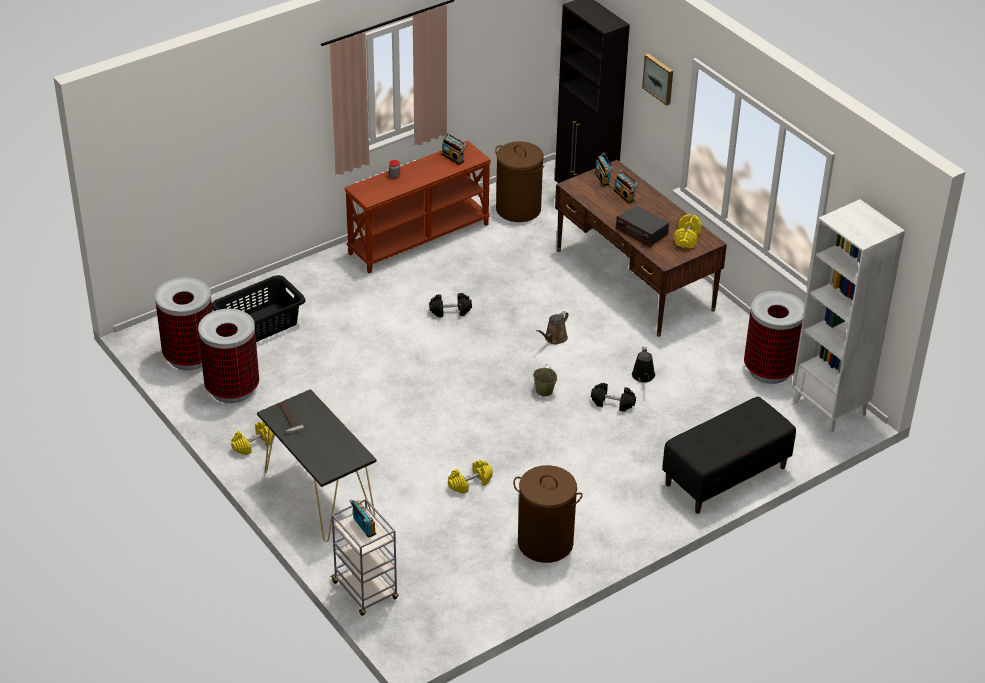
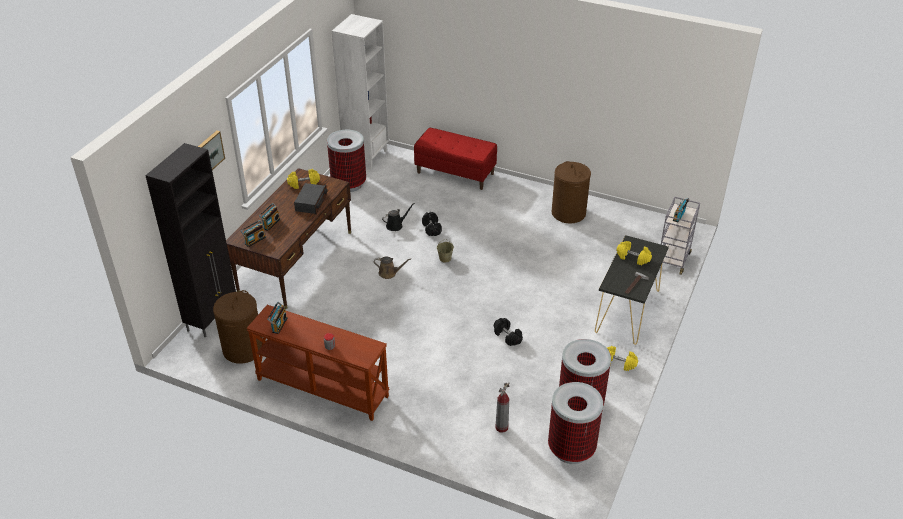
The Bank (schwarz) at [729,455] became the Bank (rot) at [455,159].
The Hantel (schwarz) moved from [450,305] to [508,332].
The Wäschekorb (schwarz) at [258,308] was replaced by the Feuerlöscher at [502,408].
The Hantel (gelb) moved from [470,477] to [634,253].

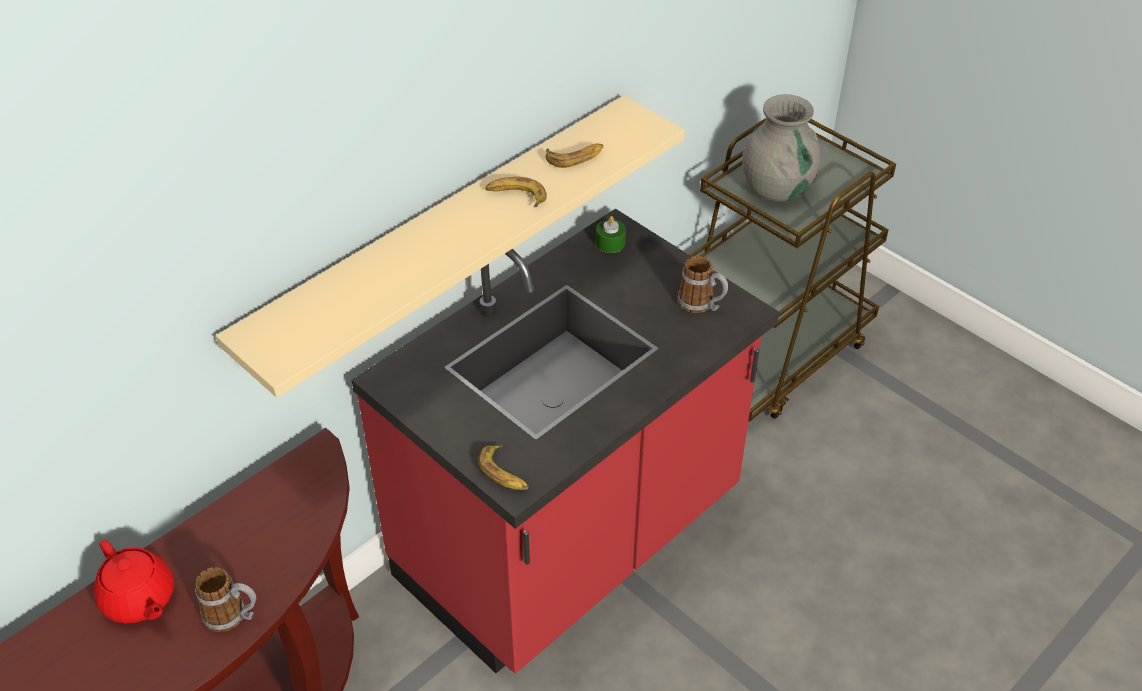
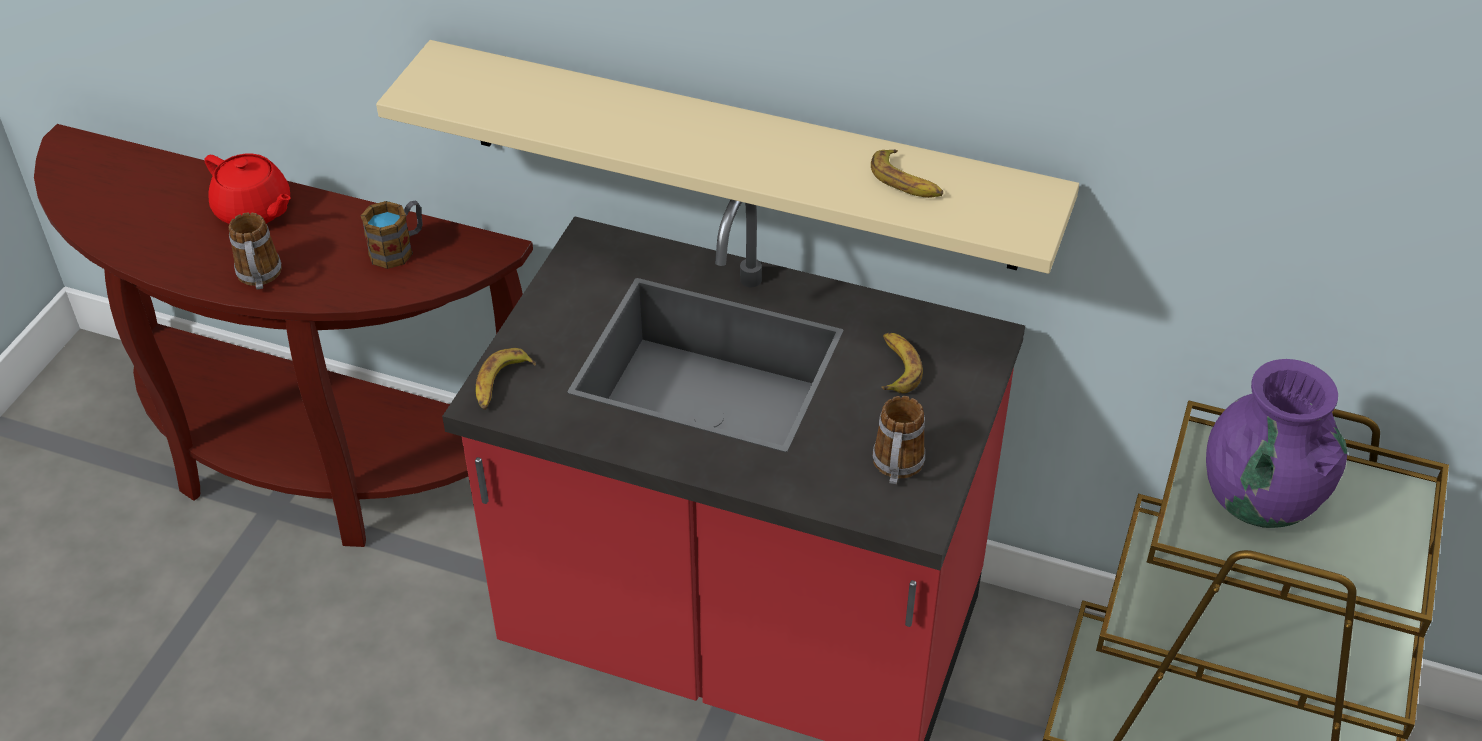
The Teekanne (rot) at [134,581] turned 75 degrees counterclockwise.
The Henkelbecher at [392,235] appeared.
The Banane moved from [516,192] to [902,363].
The Vase (grau) at [781,147] became the Vase (lila) at [1276,443].
The Kerze (grün) at [611,234] disappeared.

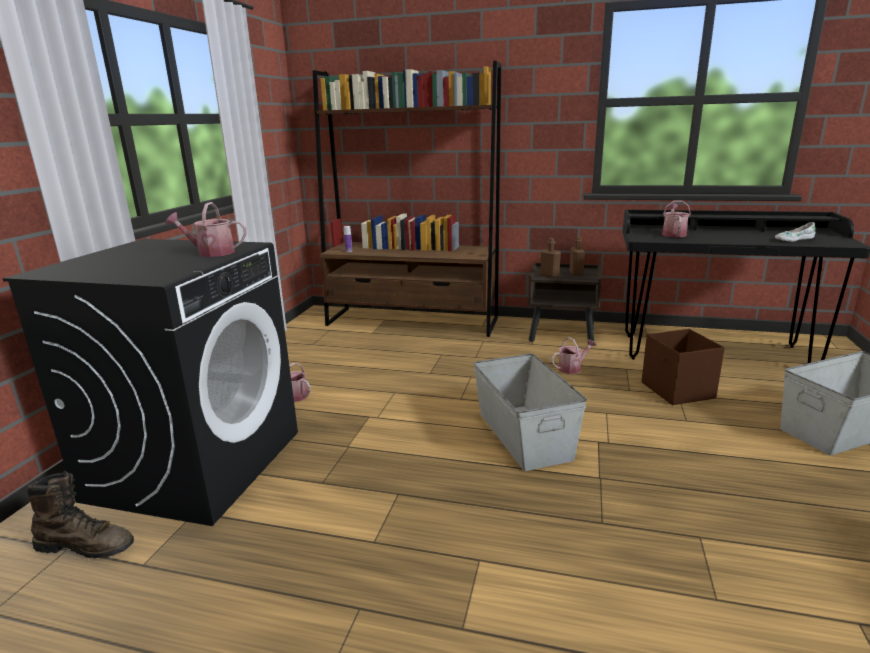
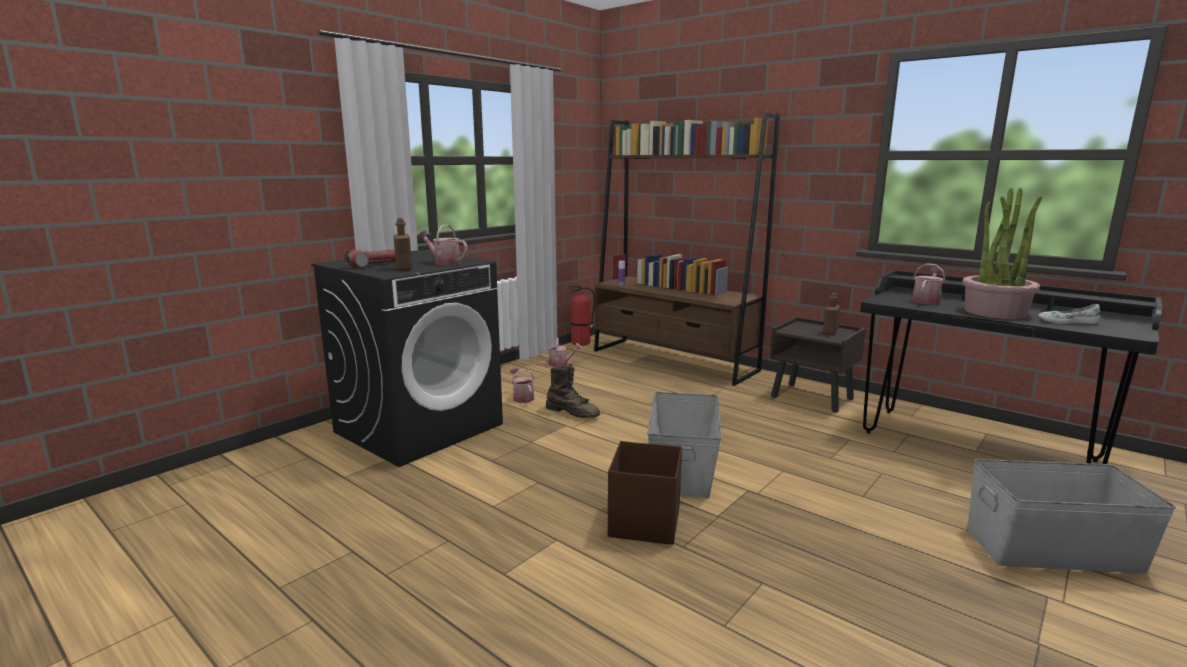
The Taschenlampe at [369,258] appeared.
The Flasche (braun) moved from [550,258] to [402,244].
The Gießkanne moved from [573,355] to [561,352].
The Stiefel (braun) moved from [80,515] to [573,391].
The Feuerlöscher at [581,315] appeared.
The Aufbewahrungsbox (braun) moved from [683,367] to [645,493].
The Topfpflanze at [1002,253] appeared.

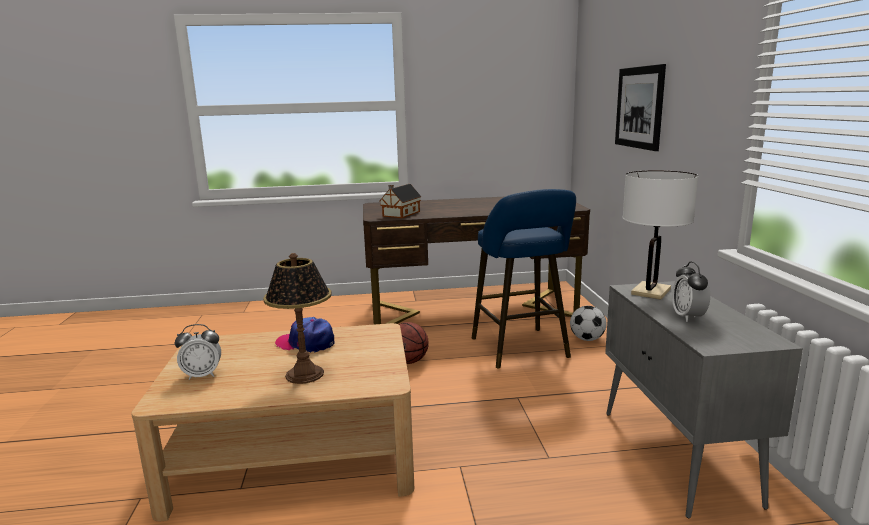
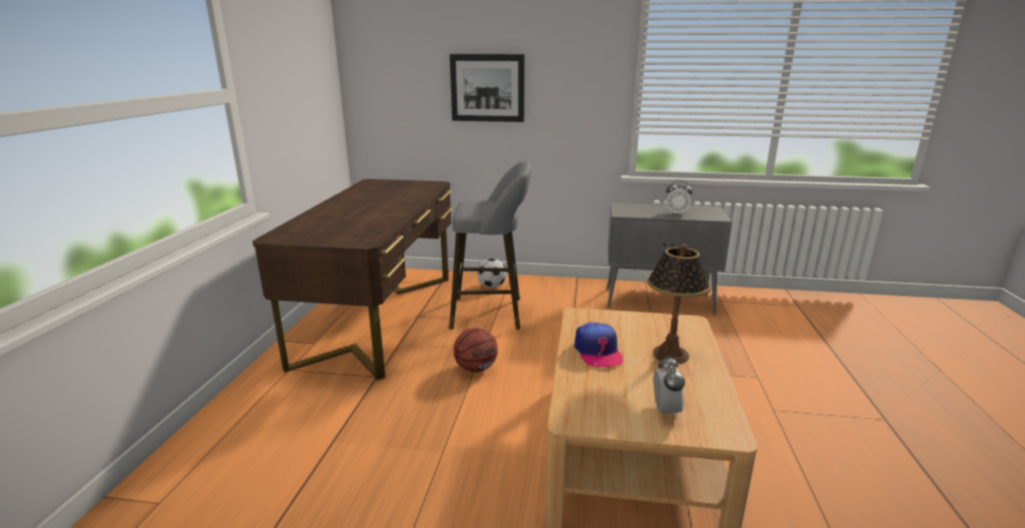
The Hocker (blau) at [524,278] became the Hocker (grau) at [490,245].
The Kappe at [304,335] turned 45 degrees counterclockwise.
The Spielzeughaus at [401,201] disappeared.
The Tischlampe (weiß) at [660,235] disappeared.

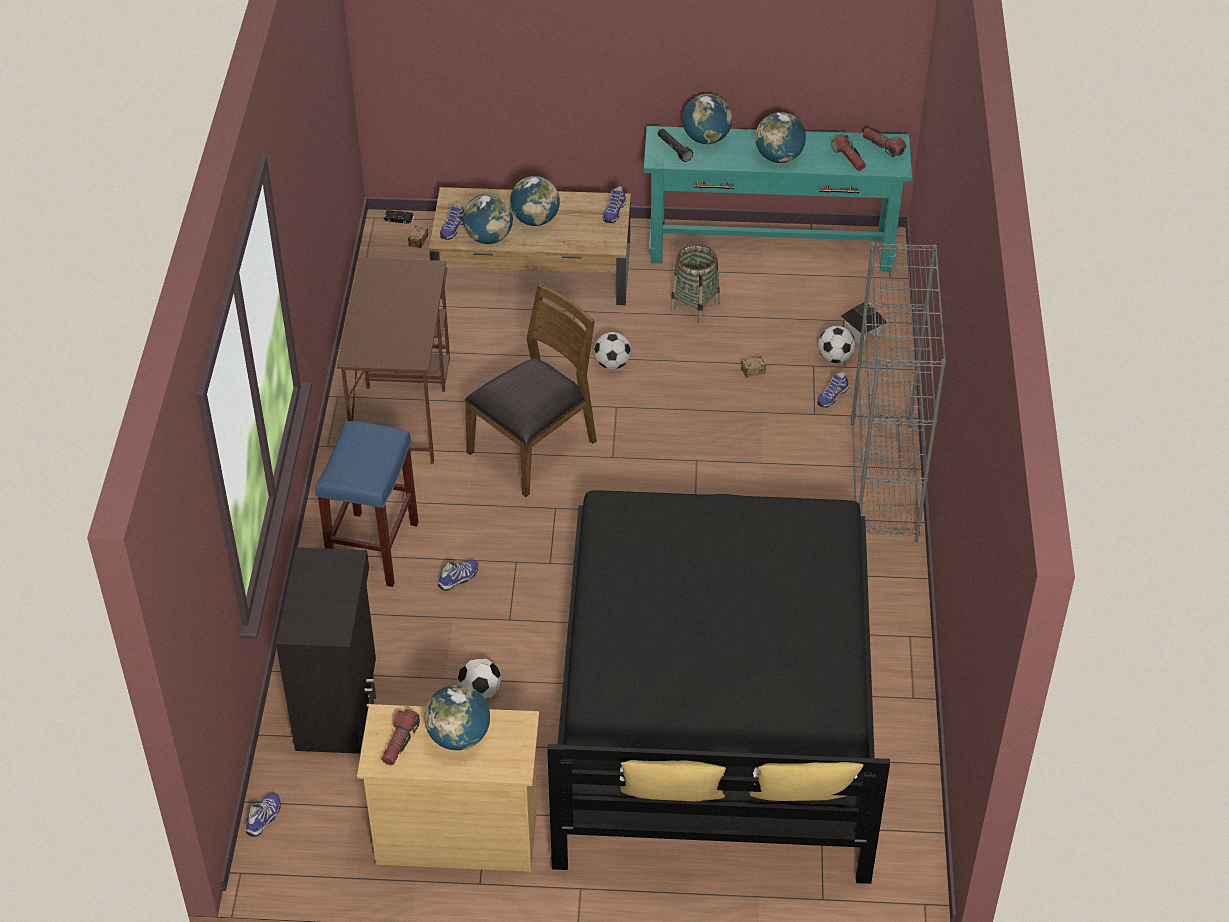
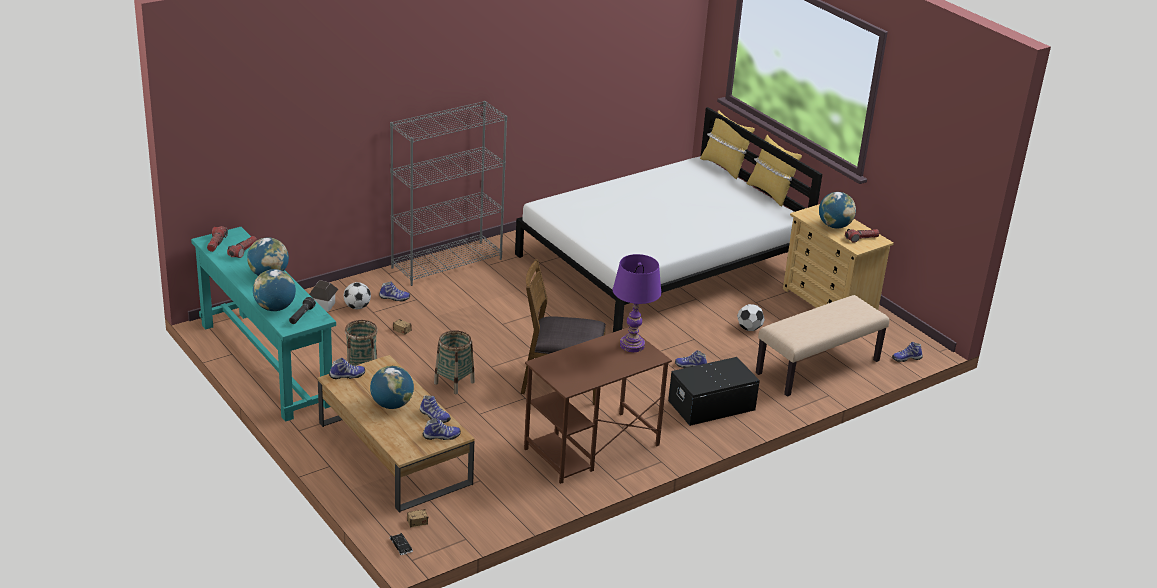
The Globus at [488,219] was replaced by the Schuh at [435,409].
The Fußball at [612,350] was replaced by the Korb at [454,362].
The Bett (schwarz) at [718,687] became the Bett (weiß) at [668,219].
The Tischlampe (lila) at [637,303] appeared.
The Hocker (blau) at [367,504] was replaced by the Aufbewahrungsbox (schwarz) at [714,391].
The Schrank (schwarz) at [326,650] was replaced by the Bank (beige) at [822,346].

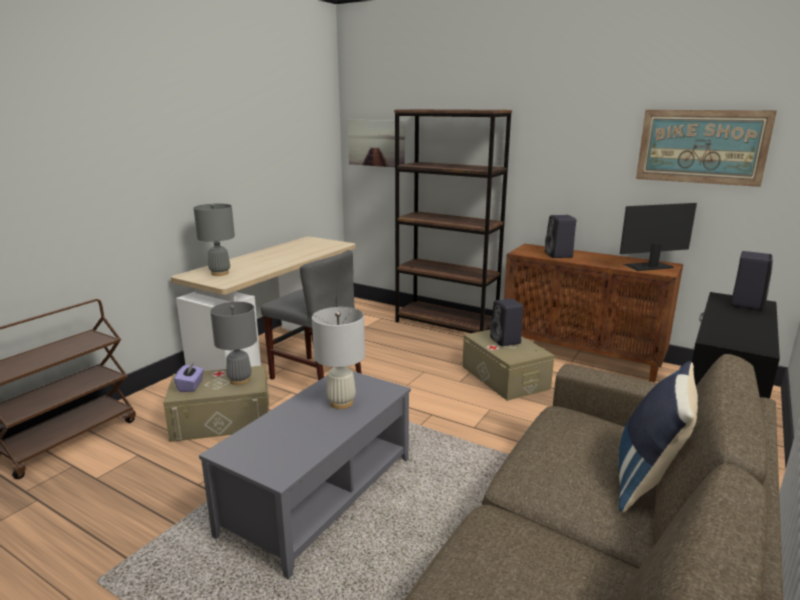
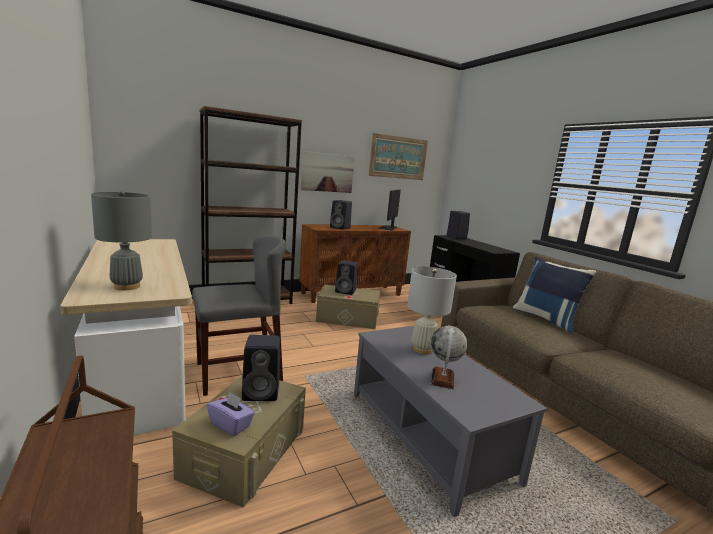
The Tischlampe (grau) at [233,343] was replaced by the Lautsprecher (schwarz) at [261,368].
The Bild moved from [376,143] to [327,172].
The Globus at [449,357] appeared.

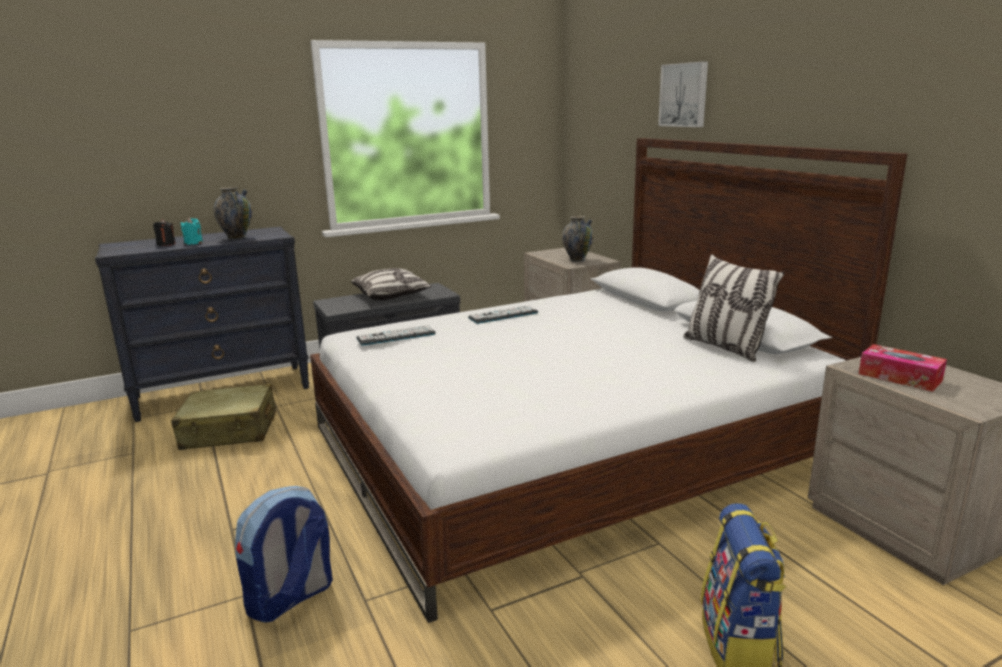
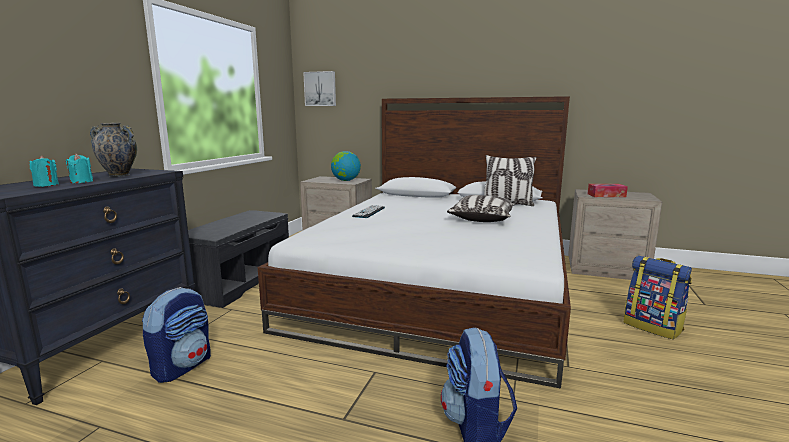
The Kerze (schwarz) at [164,232] became the Kerze (türkis) at [44,171].
The Koffer (beige) at [223,417] was replaced by the Rucksack at [176,335].
The Bild moved from [683,94] to [319,88].
The Vase at [578,239] was replaced by the Globus at [346,166].
The Kissen moved from [391,284] to [481,208].
The Tastatur at [396,335] disappeared.

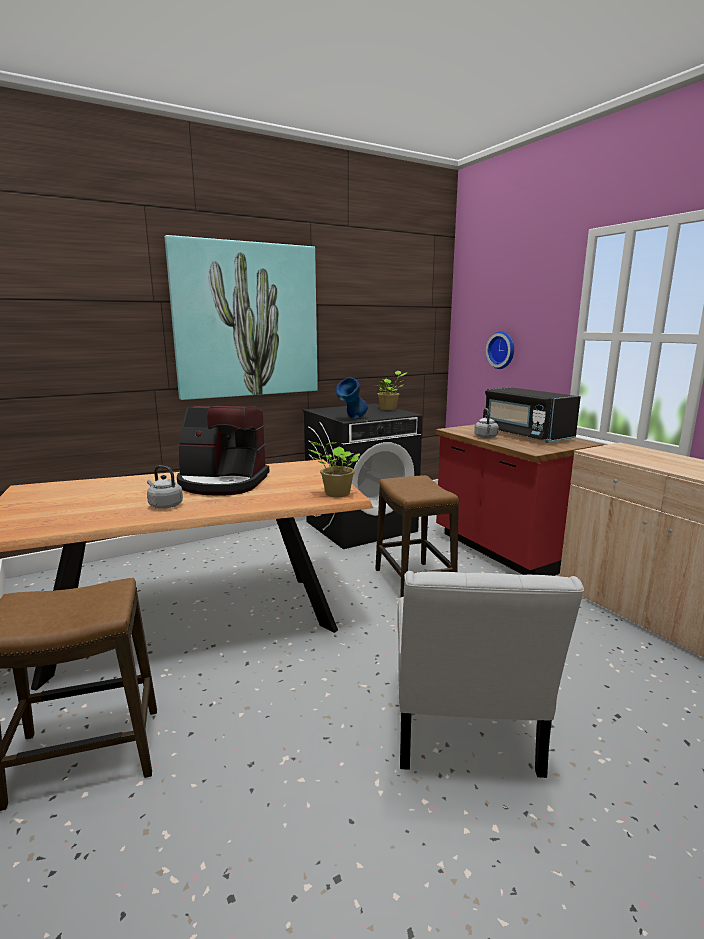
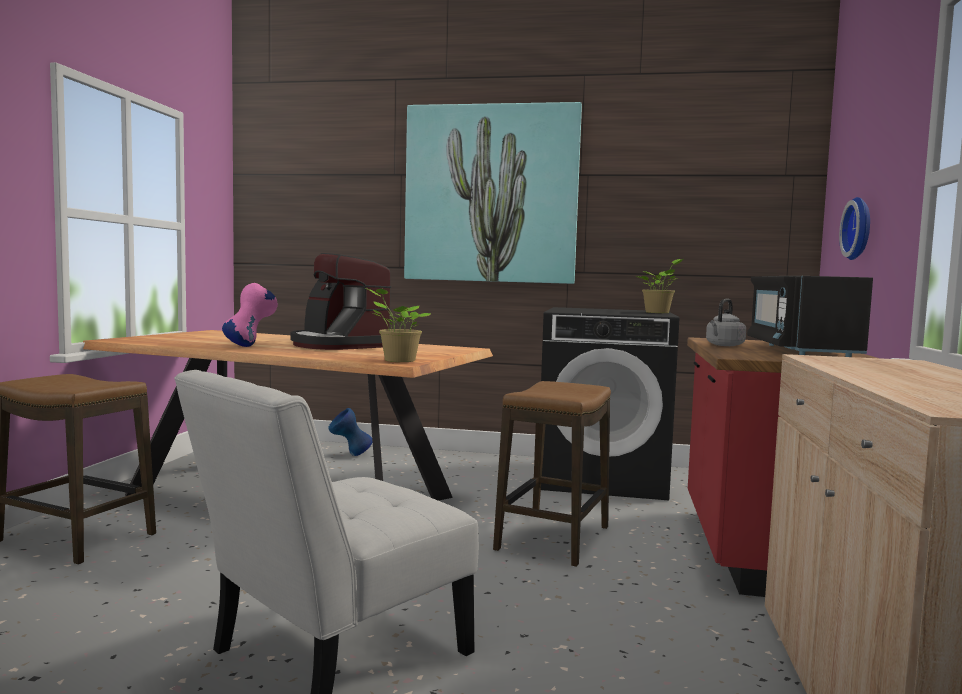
The Wasserkessel (grau) at [165,487] was replaced by the Vase (rosa) at [250,315].
The Vase (blau) moved from [352,398] to [350,432].

